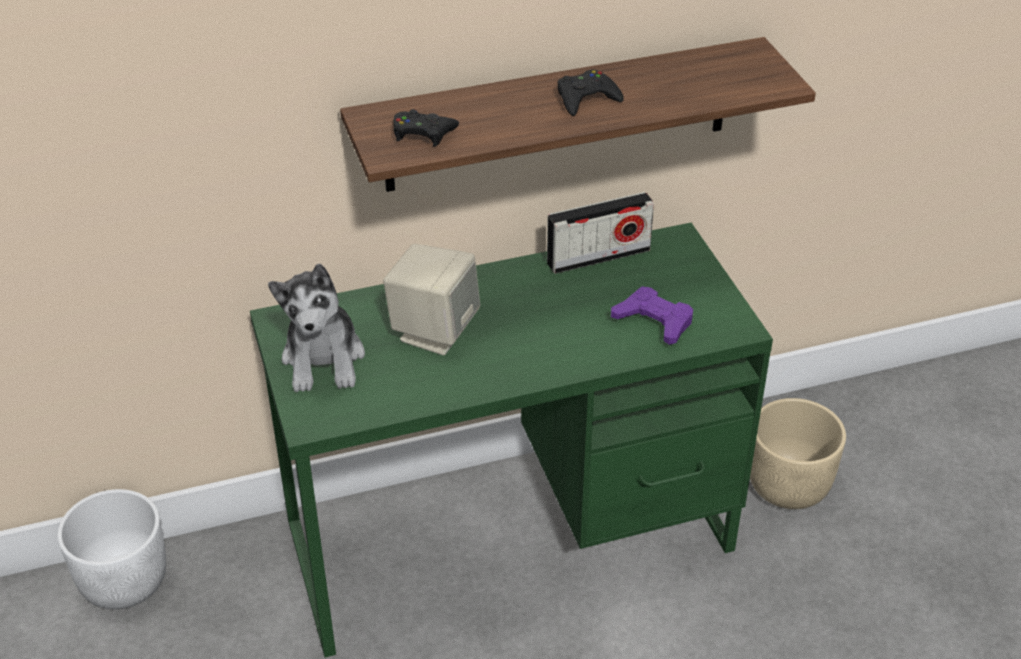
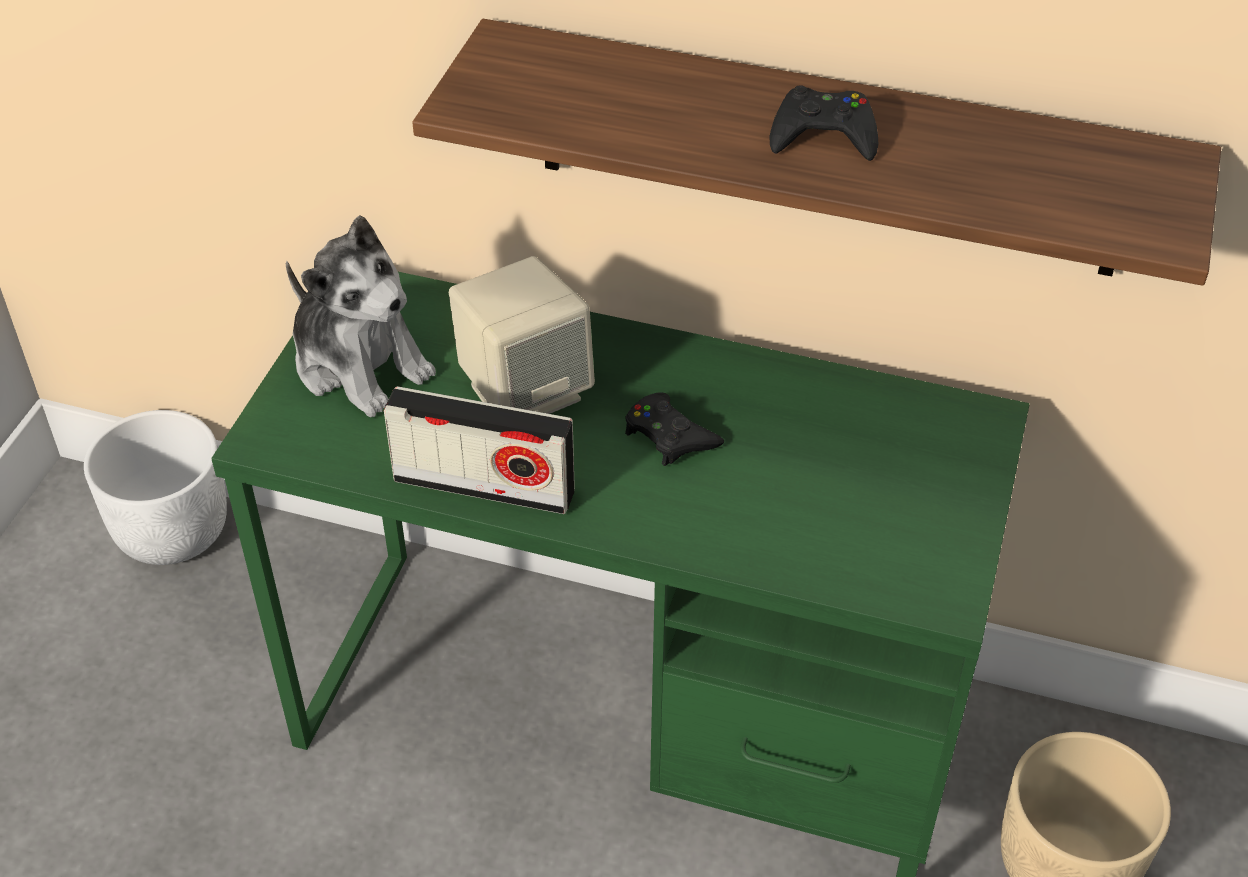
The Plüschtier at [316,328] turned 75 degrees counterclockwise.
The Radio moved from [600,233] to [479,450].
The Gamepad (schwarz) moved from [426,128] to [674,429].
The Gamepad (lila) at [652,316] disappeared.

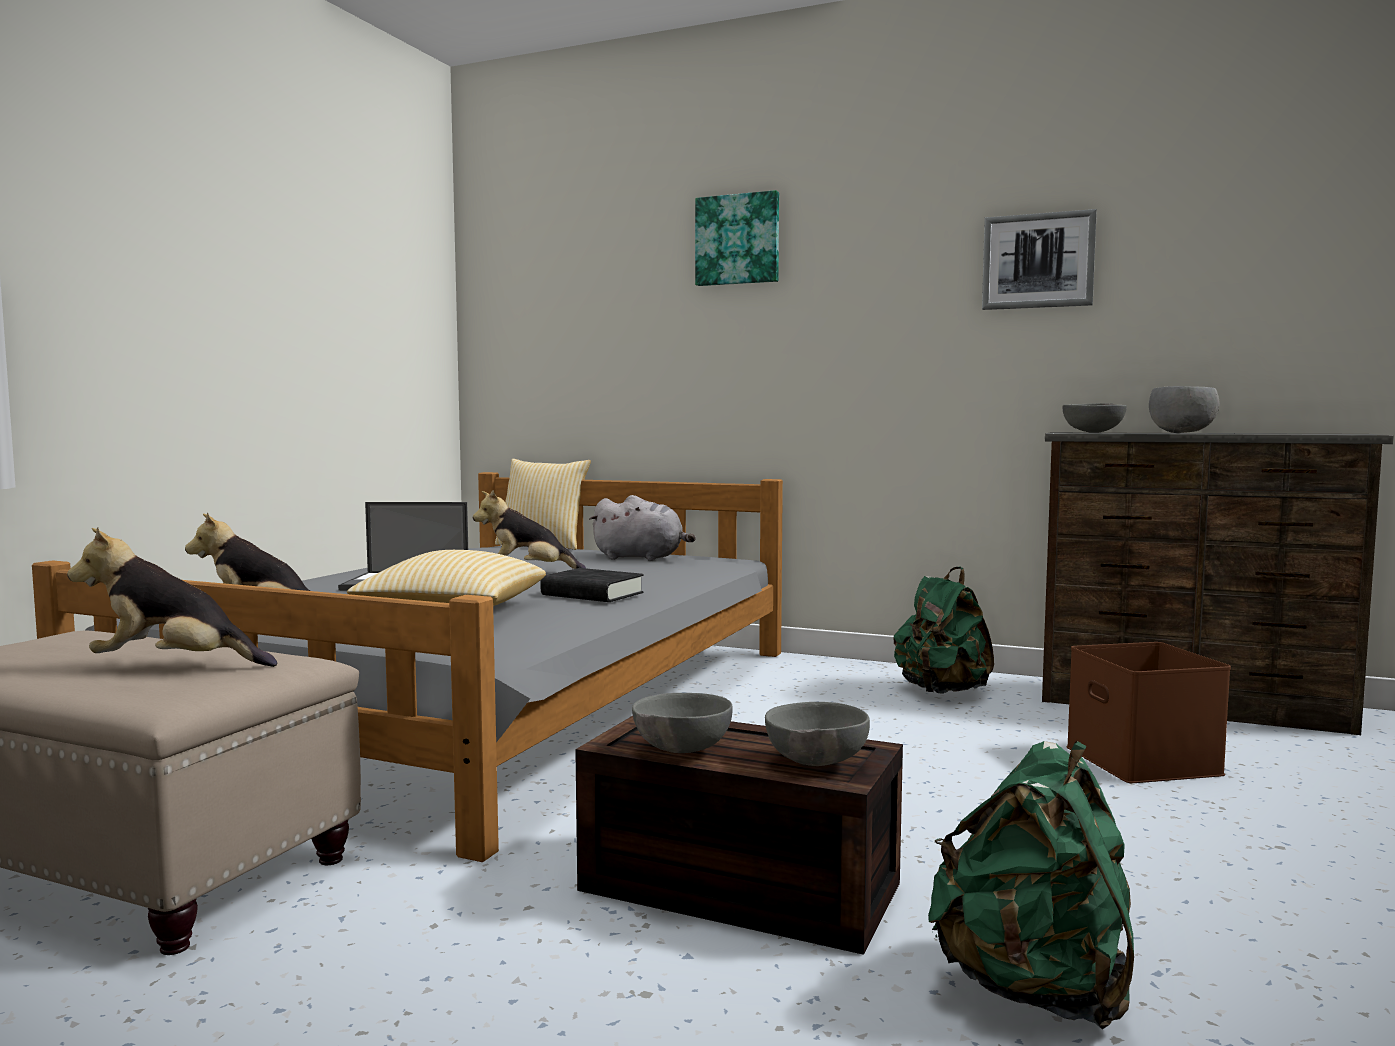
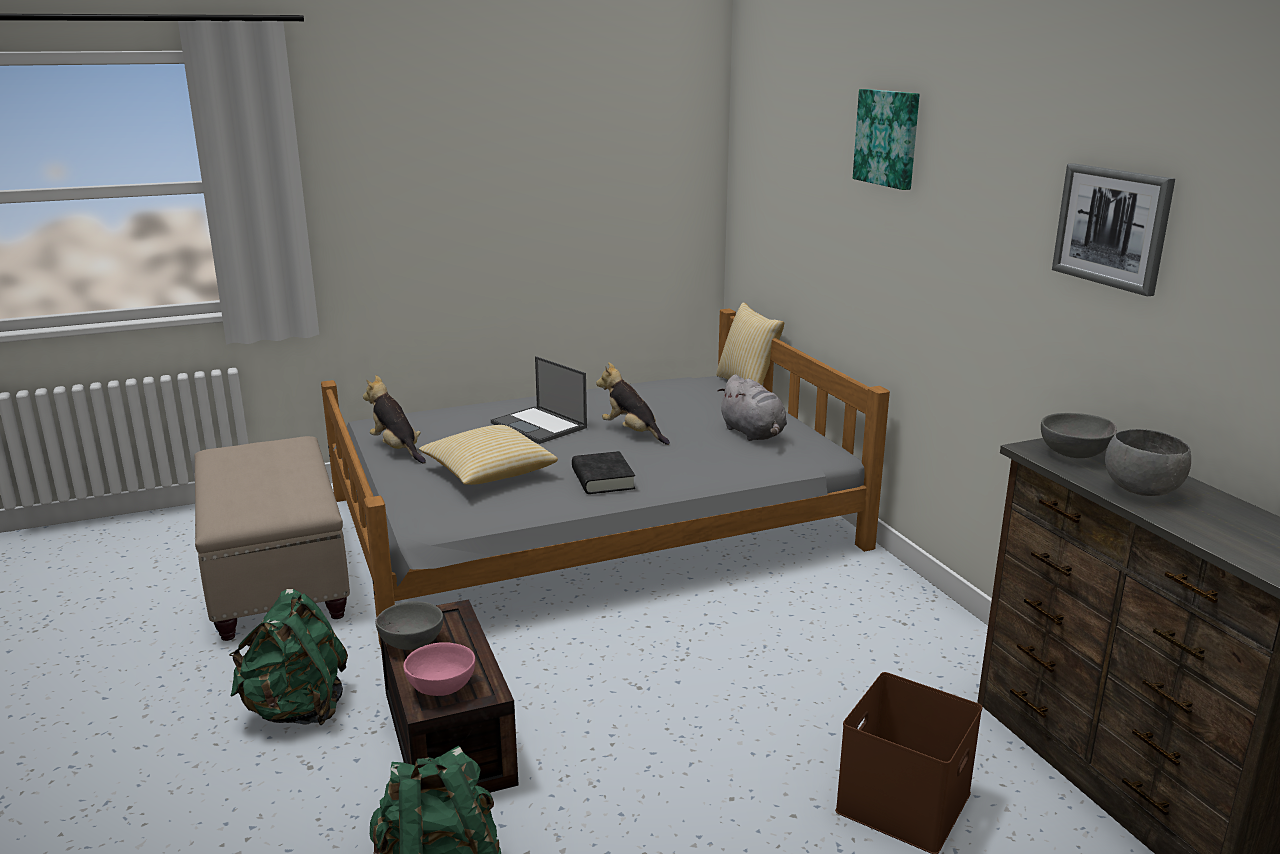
The Rucksack (grün) moved from [944,630] to [288,657].
The Schüssel (grau) at [817,734] became the Schüssel (rosa) at [439,669].
The Plüschtier at [172,597] disappeared.

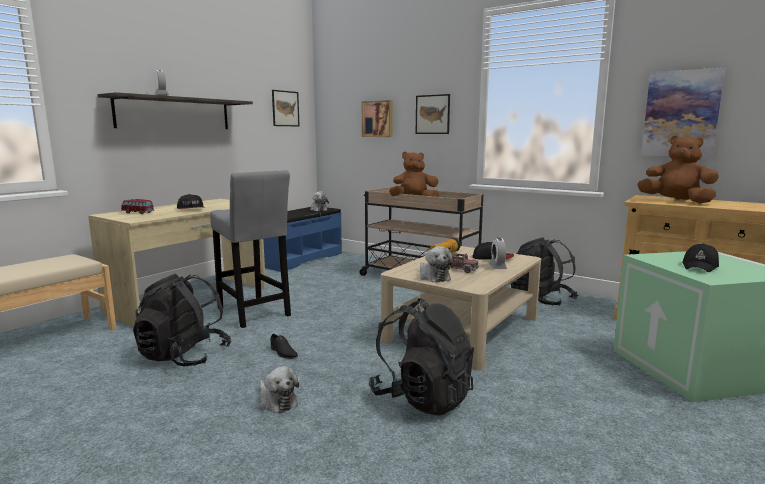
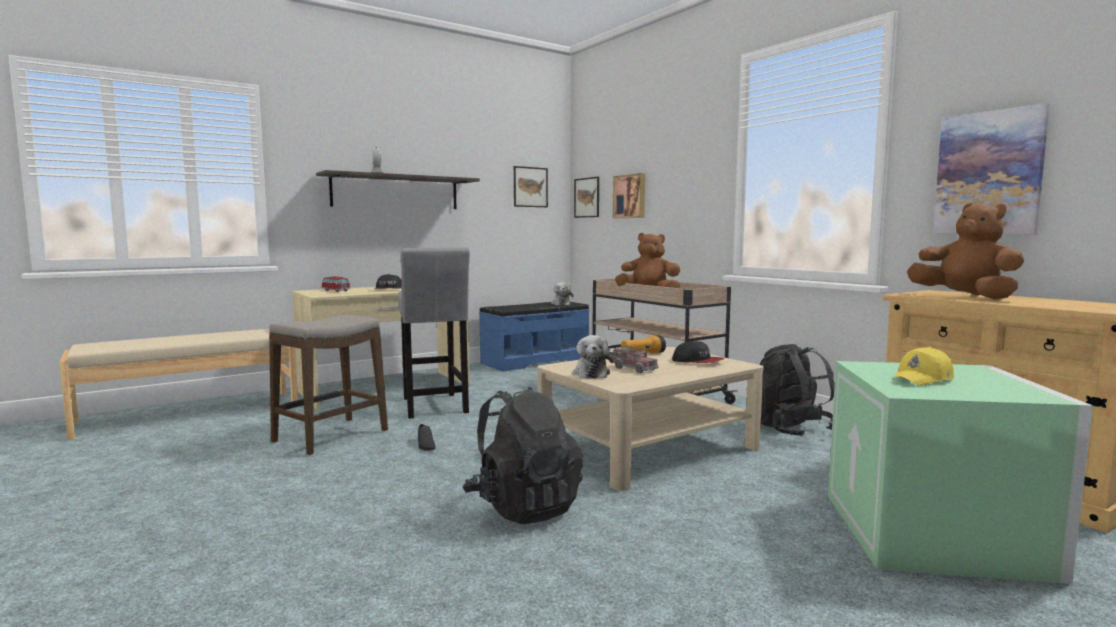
The Rucksack (schwarz) at [182,320] was replaced by the Hocker at [328,385].
The Bild moved from [433,114] to [586,197].
The Kappe (schwarz) at [701,257] became the Kappe (gelb) at [923,366].
The Plüschtier at [279,389] disappeared.
The Wecker at [498,253] disappeared.

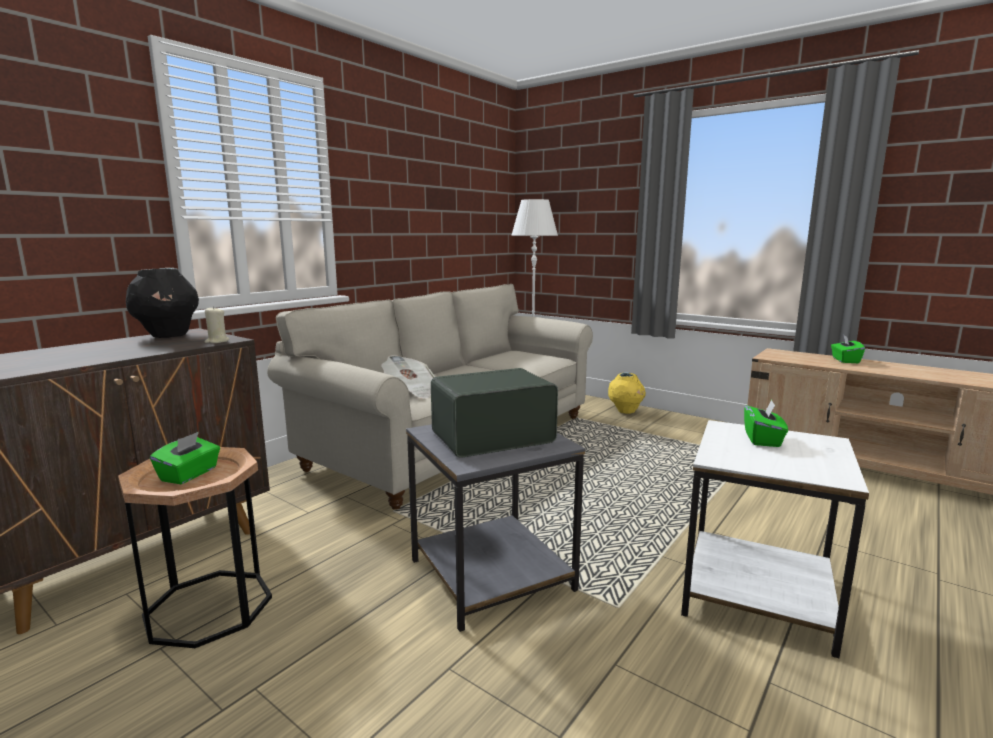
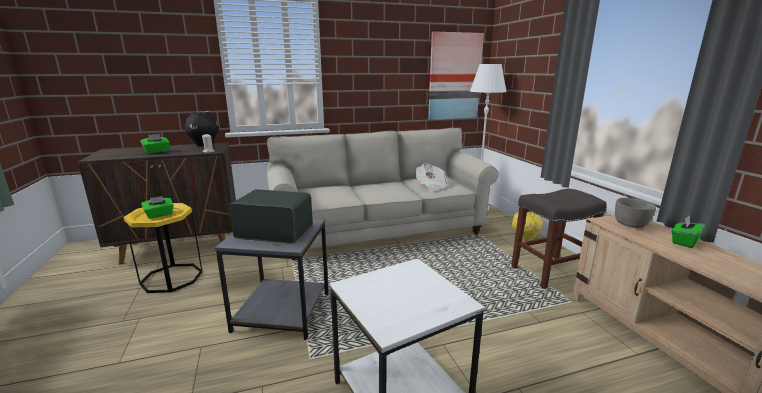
The Beistelltisch (braun) at [195,547] became the Beistelltisch (gelb) at [163,248].
The Taschentuchbox (grün) moved from [766,423] to [155,144].
The Zeitung moved from [408,377] to [431,177].
The Bild at [456,75] appeared.
The Hocker (grau) at [559,239] appeared.
The Schüssel (grau) at [635,213] appeared.

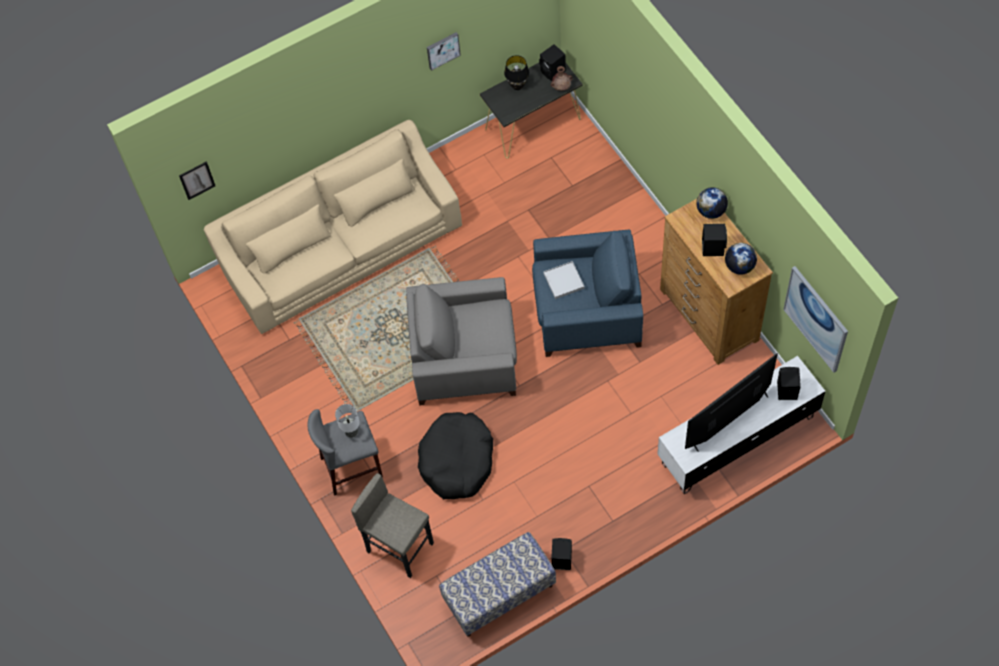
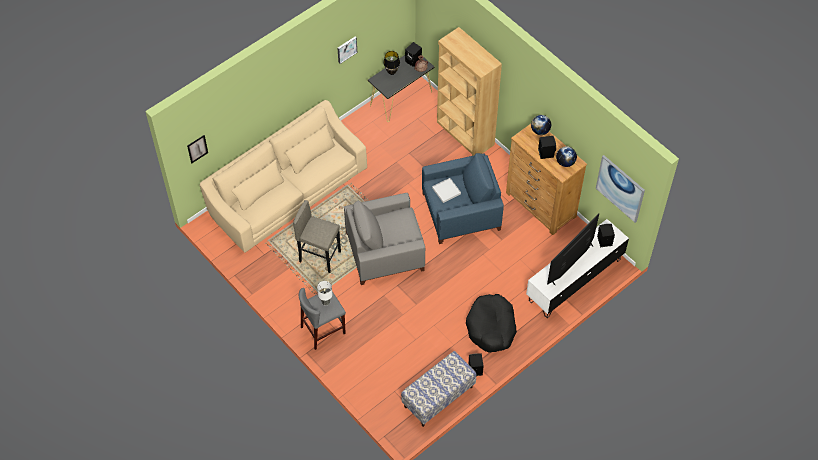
The Hocker (grau) moved from [392,525] to [317,236].
The Bücherregal (braun) at [469,91] appeared.
The Hundebett (schwarz) moved from [455,455] to [491,323].

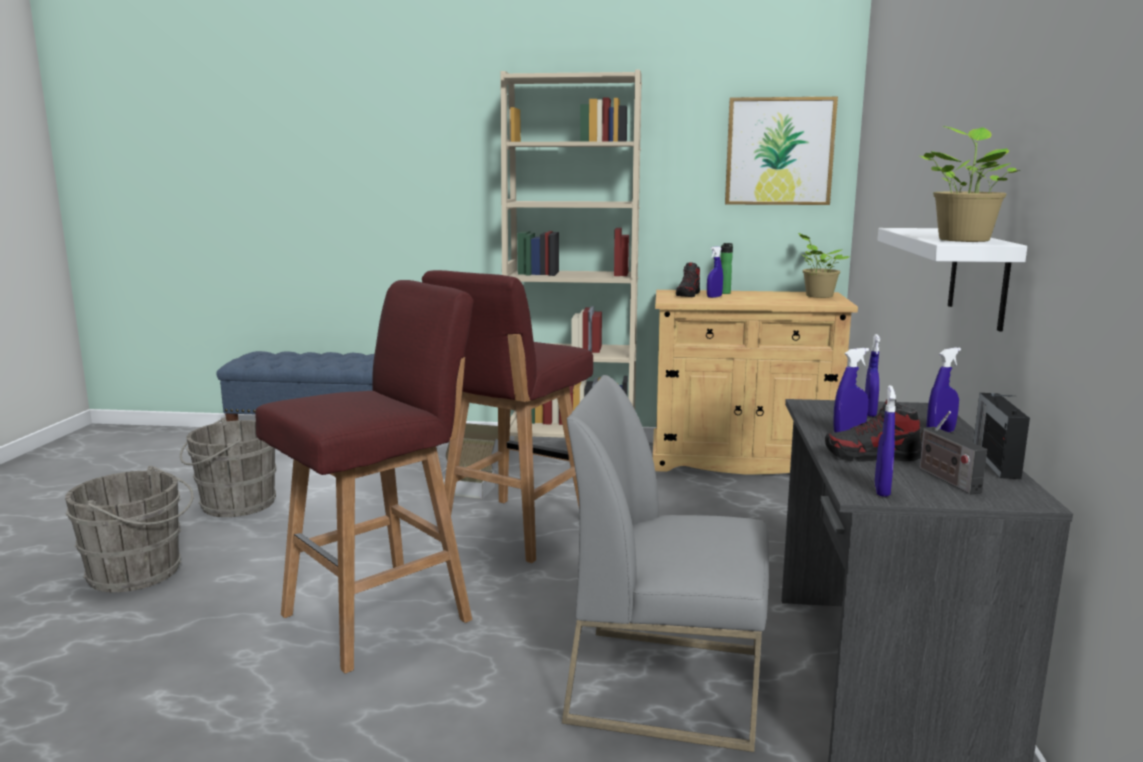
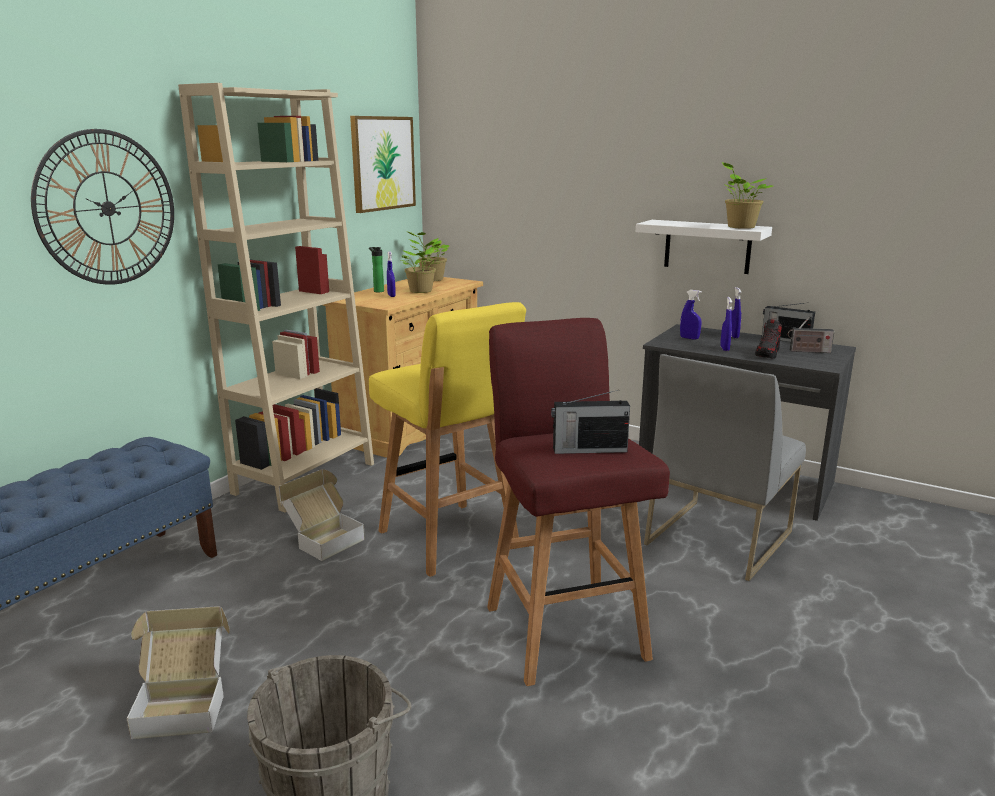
The Wanduhr at [102,207] appeared.
The Eimer (grau) at [228,467] was replaced by the Karton at [178,672].
The Hocker (rot) at [507,416] became the Hocker (gelb) at [447,439].
The Topfpflanze at [420,265] appeared.
The Radio at [590,422] appeared.
The Schuh at [688,279] disappeared.
The Sprühflasche (blau) at [885,441] disappeared.

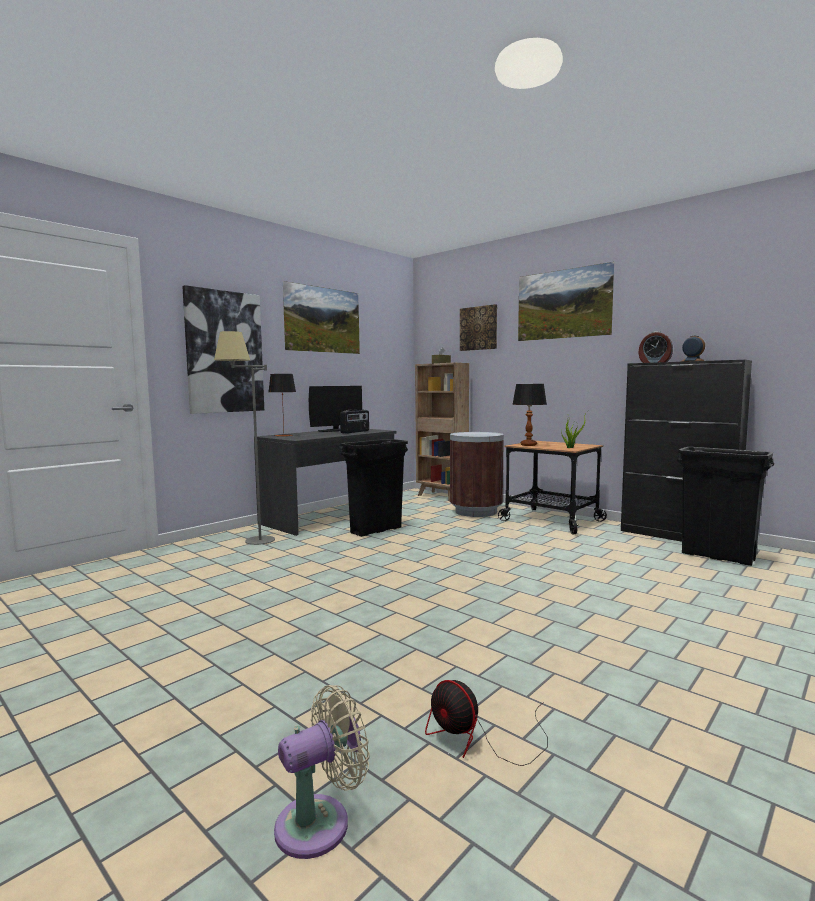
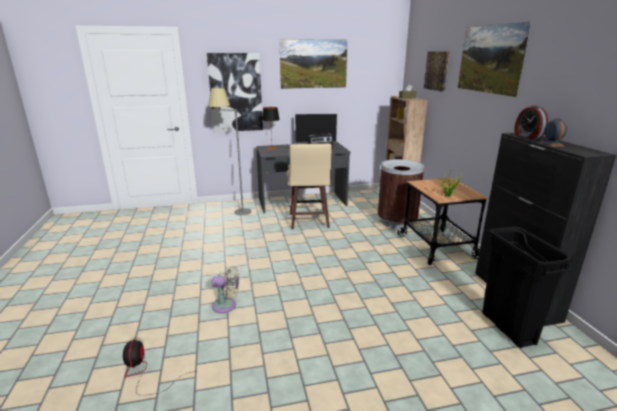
The Ventilator (beige) moved from [322,772] to [226,289].
The Mülleimer (schwarz) at [374,488] was replaced by the Hocker (beige) at [309,186].
The Tischlampe at [529,415] disappeared.

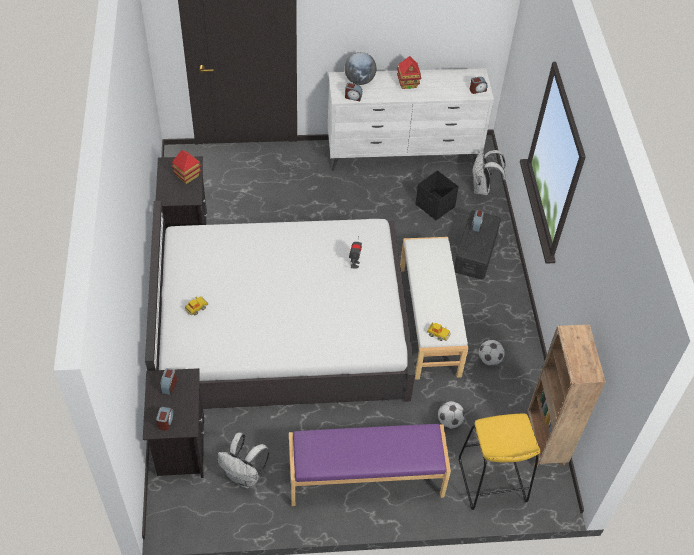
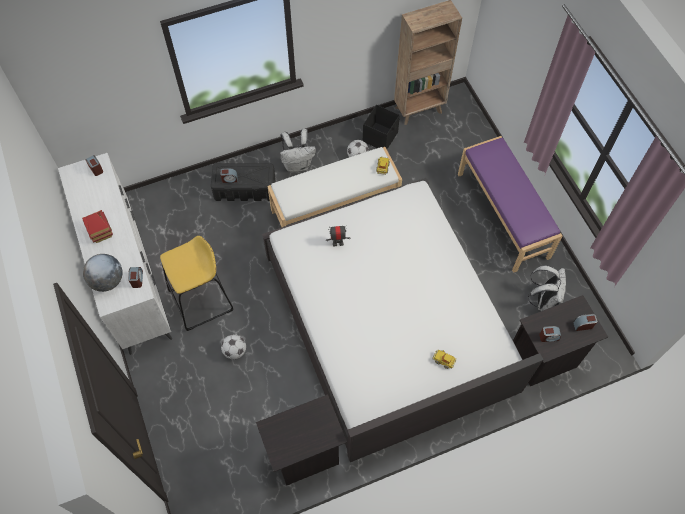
The Hocker (gelb) moved from [499,462] to [196,283].
The Fußball moved from [451,414] to [233,346].
The Rucksack (weiß) moved from [489,172] to [298,150].
The Aufbewahrungsbox (schwarz) moved from [437,195] to [381,127].
The Spielzeughaus at [186,167] disappeared.

